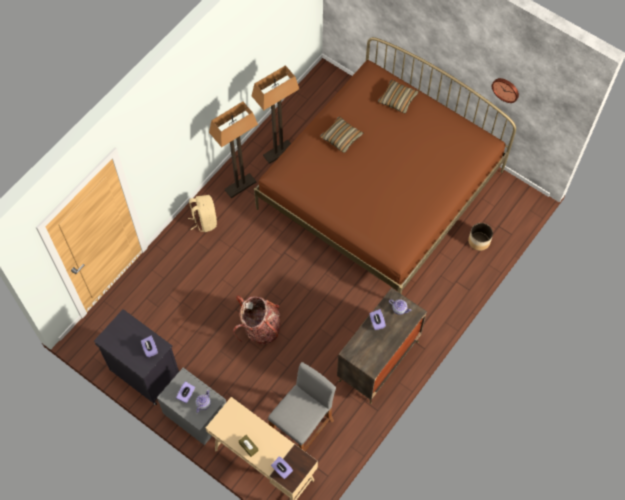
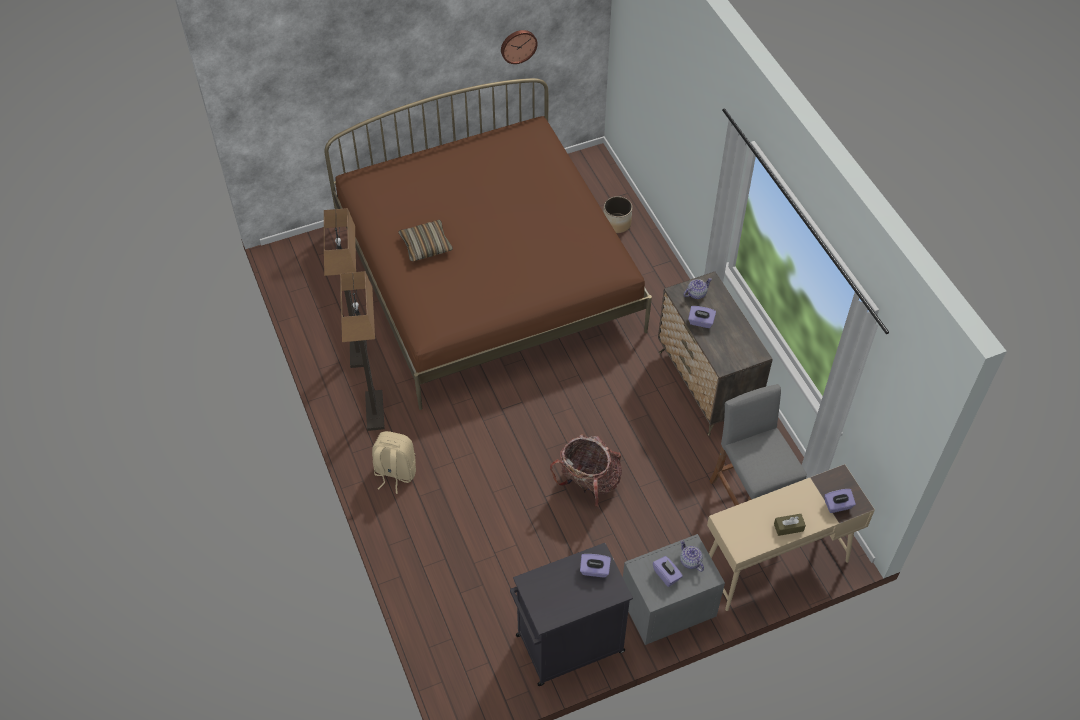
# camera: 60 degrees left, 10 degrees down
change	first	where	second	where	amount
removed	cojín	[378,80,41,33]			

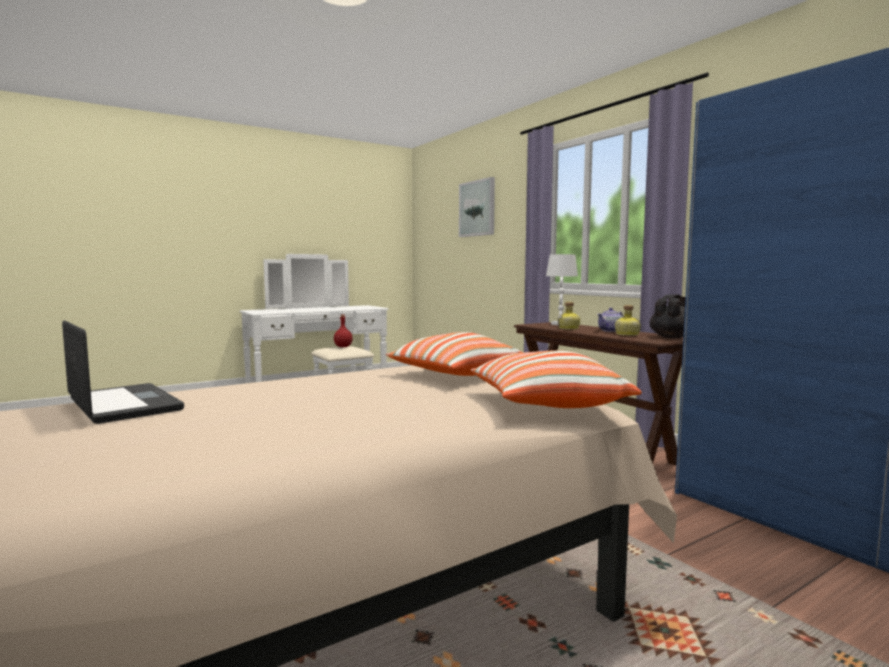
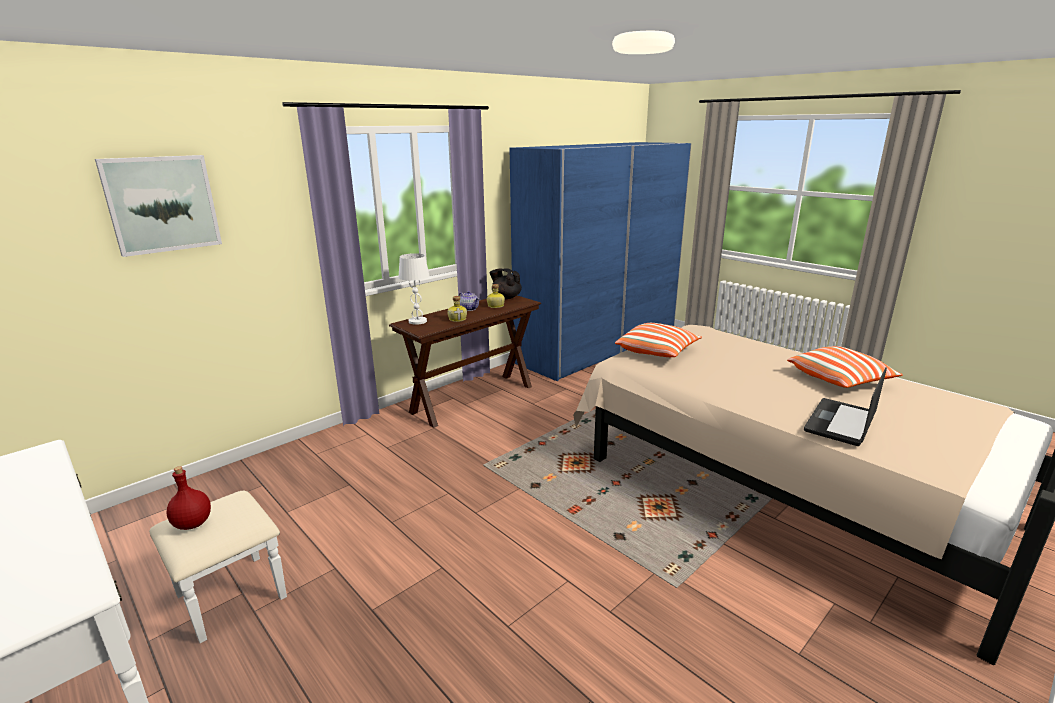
# camera: 100 degrees left, 15 degrees up
change	first	where	second	where	amount
moved	cojín	[471,350,171,58]		[787,346,116,42]	

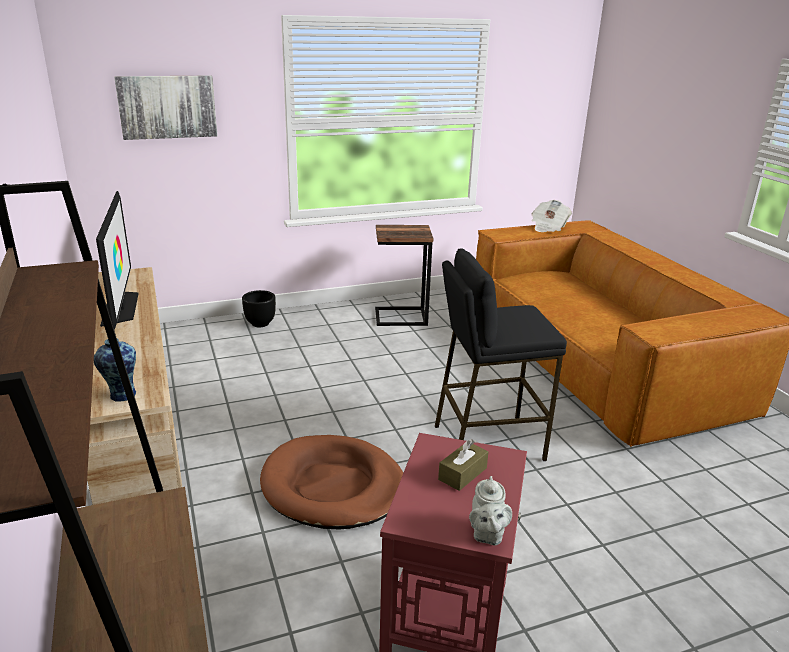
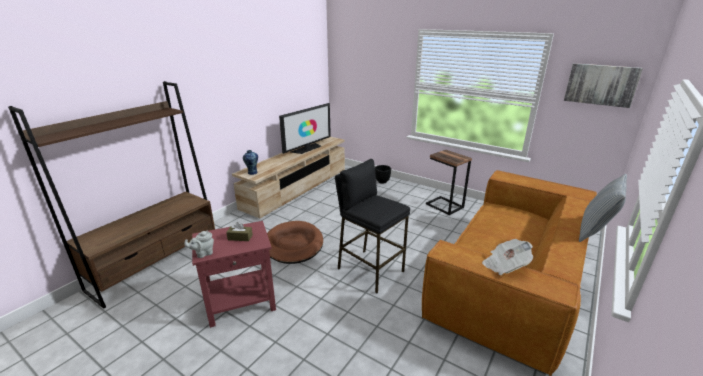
# camera: 55 degrees right, 0 degrees up
change	first	where	second	where	amount
moved	cuadro	[114,75,103,65]		[564,63,79,45]	
moved	periódico	[531,200,41,32]		[482,239,51,36]	
added			cojín	[579,174,48,68]	

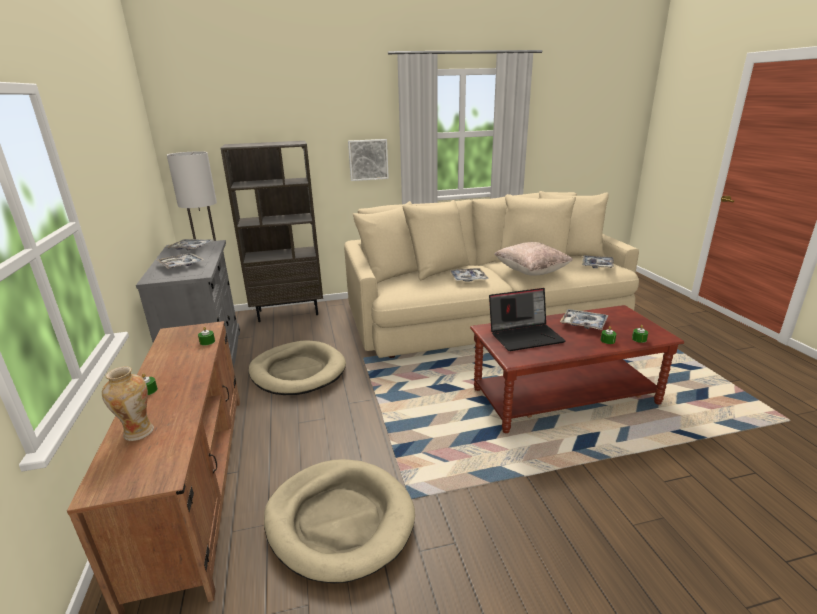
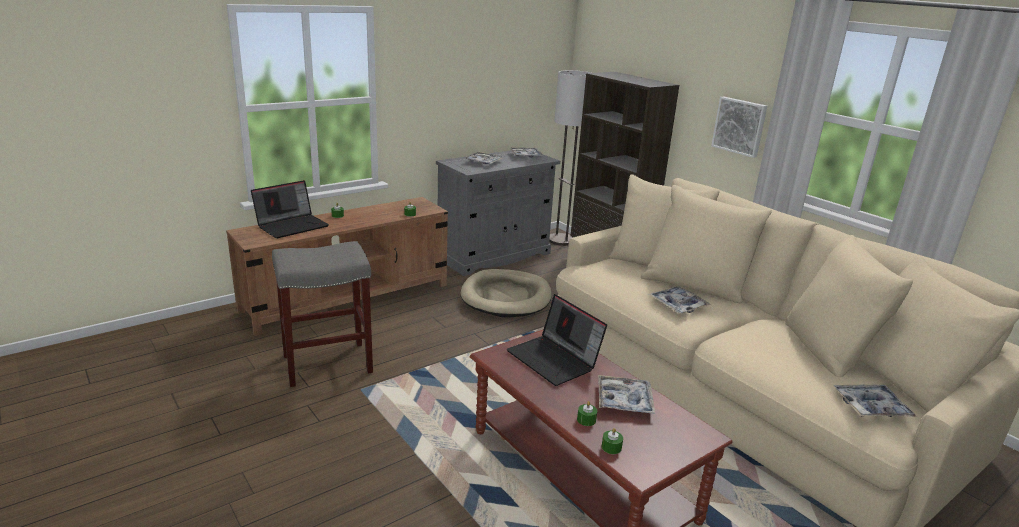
# camera: 65 degrees right, 0 degrees up
change	first	where	second	where	amount
removed	cojín/beis	[494,242,79,33]			
replaced	florero	[102,366,52,75]	portátil	[251,180,78,58]	
replaced	cama para perro/beis	[264,459,151,124]	taburete/gris	[272,241,101,146]	

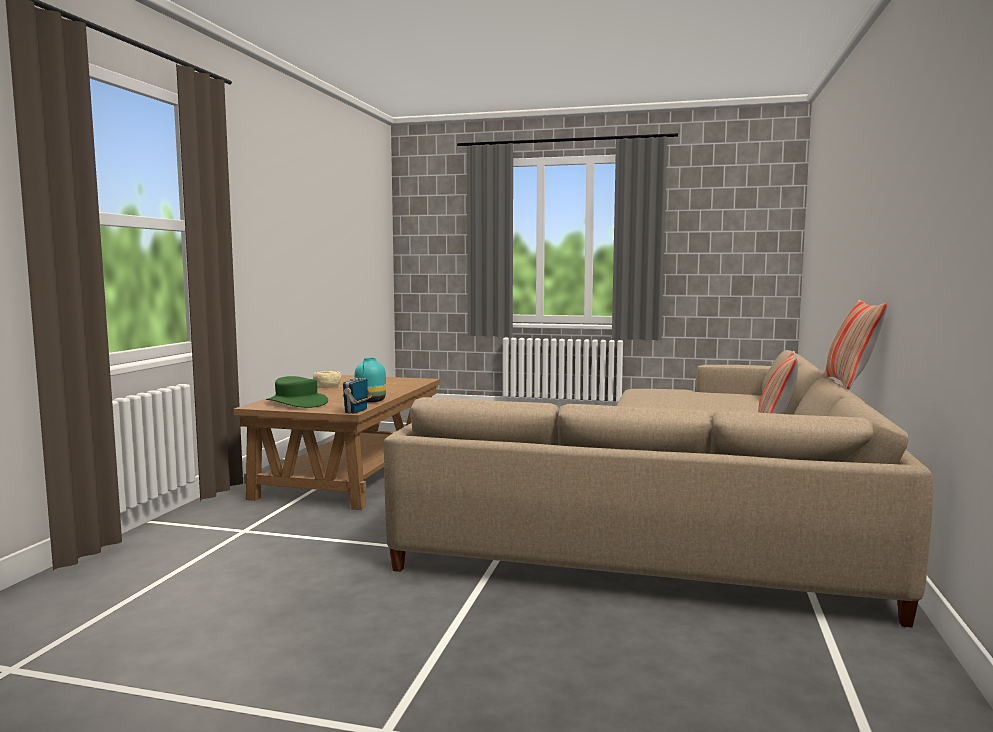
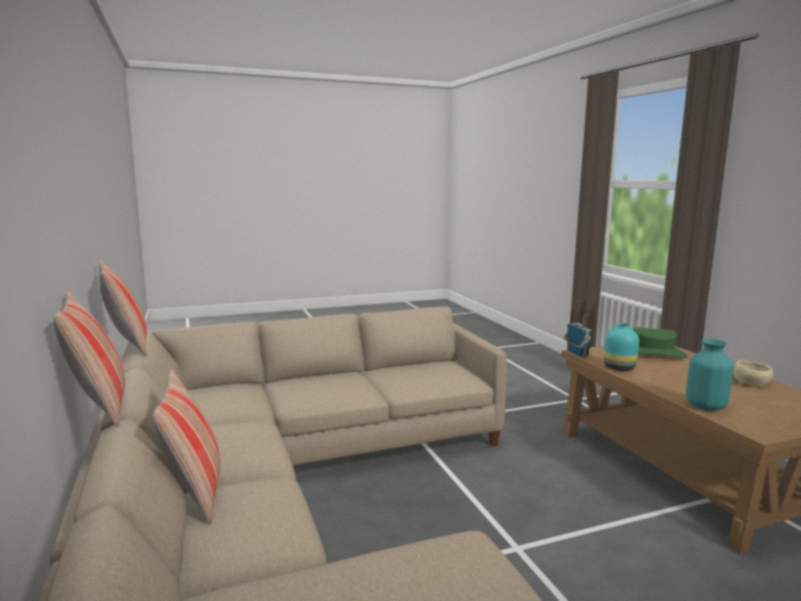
# camera: 145 degrees right, 5 degrees up
change	first	where	second	where	amount
added			cojín	[99,260,48,96]	
added			florero/turquesa	[686,339,48,72]	

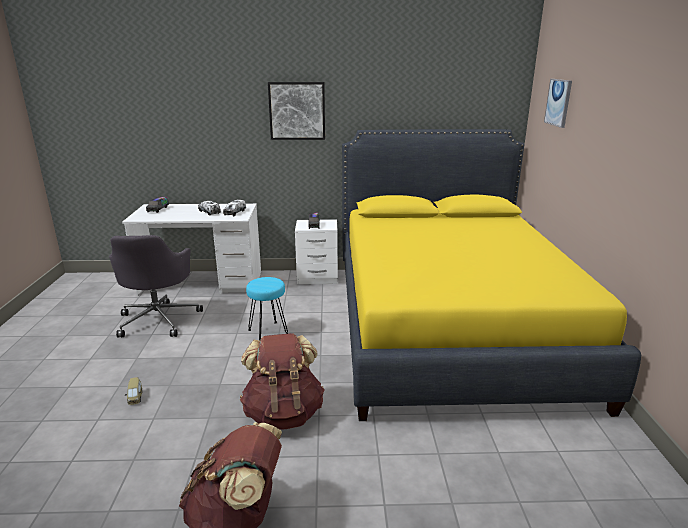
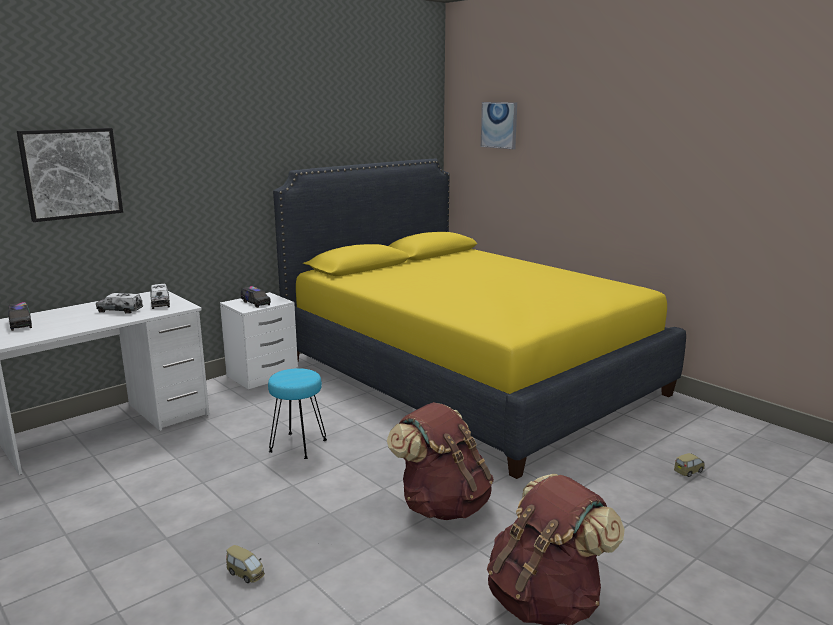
# camera: 40 degrees left, 5 degrees down
change	first	where	second	where	amount
moved	cuadro	[268,82,57,58]		[17,128,106,94]	
removed	silla de oficina/gris	[109,235,94,102]			
added			coche de juguete	[674,453,31,24]	

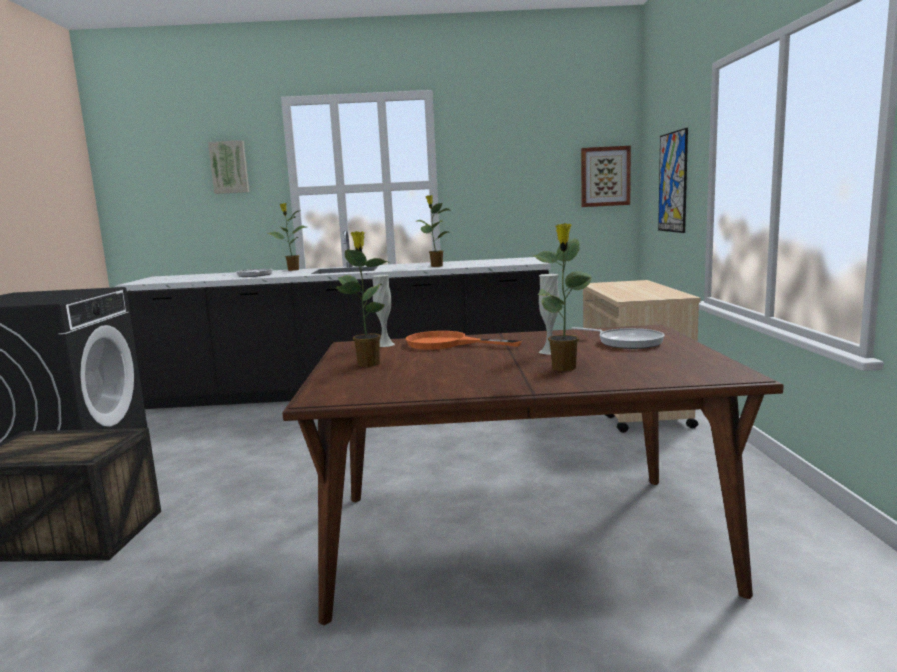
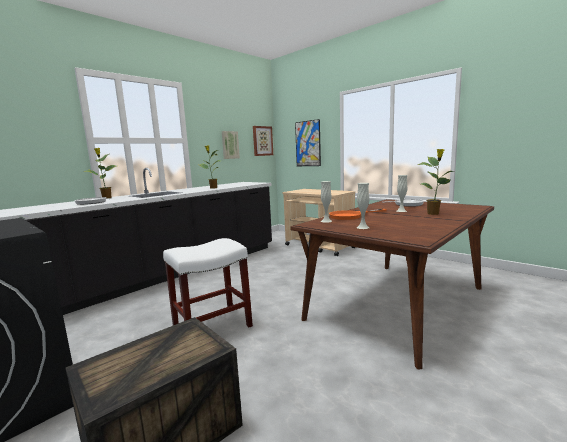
# camera: 45 degrees left, 0 degrees up
change	first	where	second	where	amount
moved	cuadro	[208,140,41,54]		[222,131,18,28]	
replaced	planta en maceta	[336,231,55,136]	florero/blanco	[357,183,12,46]	
added			taburete/blanco	[163,238,90,90]	

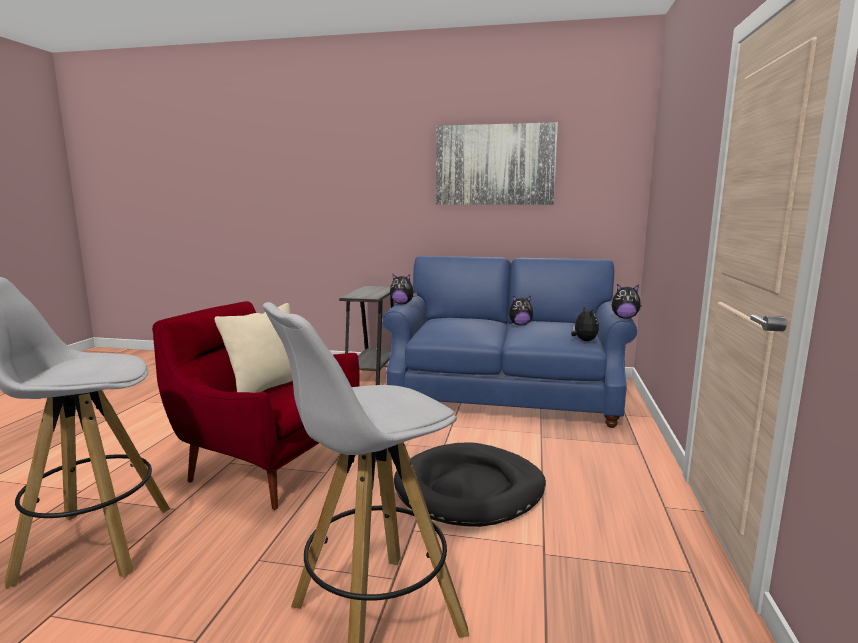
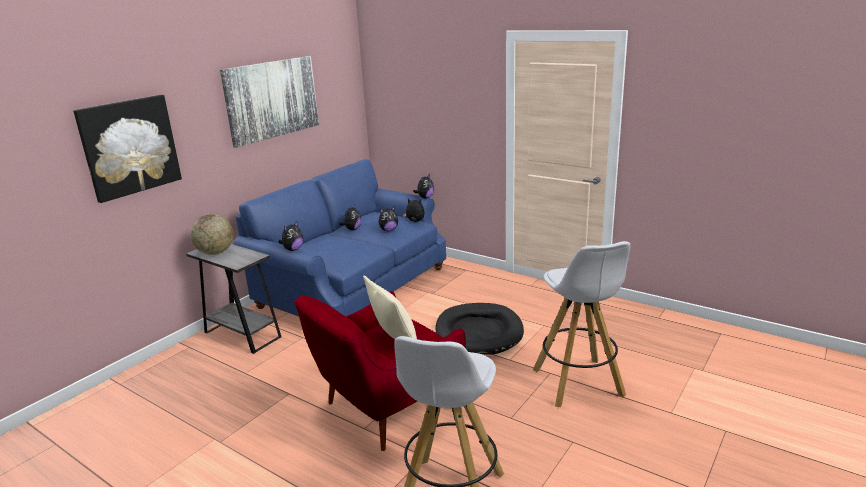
# camera: 65 degrees left, 10 degrees up
change	first	where	second	where	amount
added			cuadro	[73,95,109,108]	
added			peluche	[379,206,19,25]	
added			globo terráqueo	[190,214,43,41]	

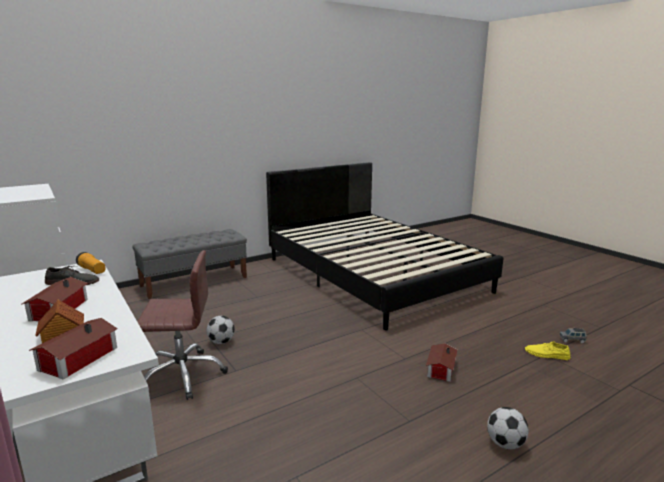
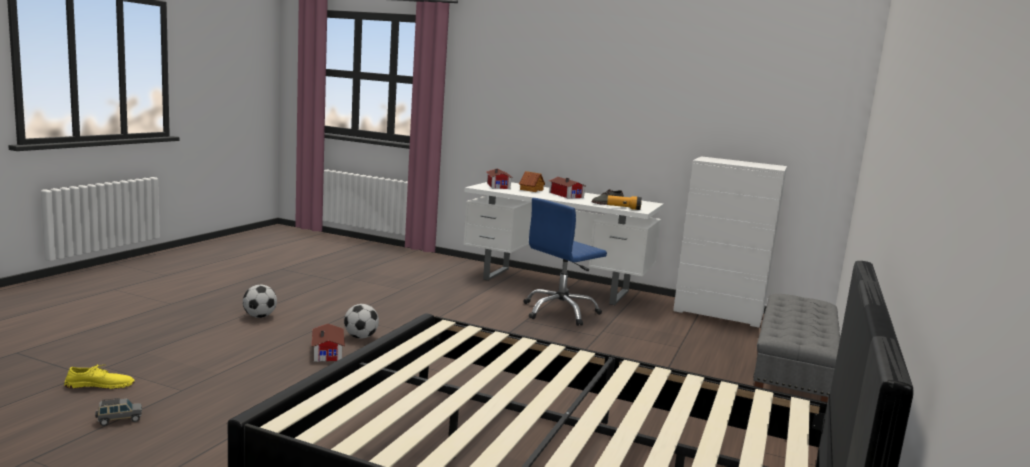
# camera: 145 degrees right, 5 degrees down
change	first	where	second	where	amount
recoloured	silla de oficina/marrón	[137,250,91,150]	silla de oficina/azul	[523,198,84,128]	
moved	balón de fútbol	[207,316,28,28]		[344,304,35,35]	
moved	zapato/amarillo	[525,341,46,19]		[64,364,71,25]	

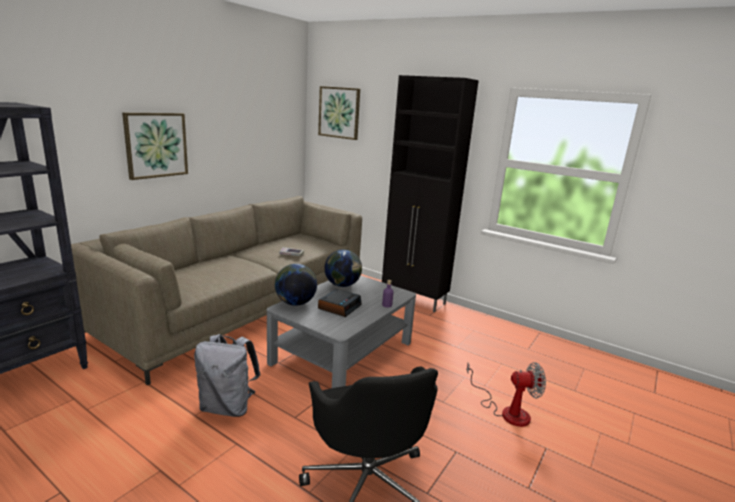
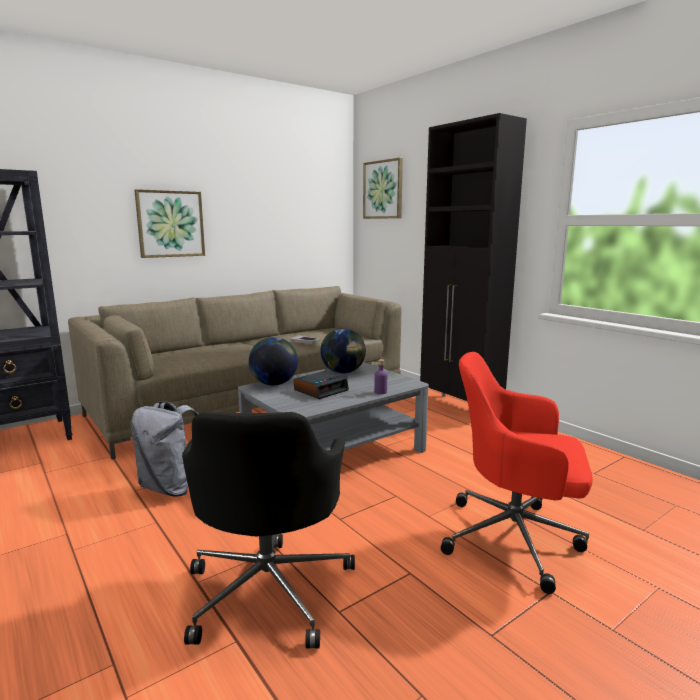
# camera: 20 degrees right, 5 degrees down
change	first	where	second	where	amount
replaced	ventilador	[467,362,79,65]	silla de oficina/rojo	[441,352,152,242]	

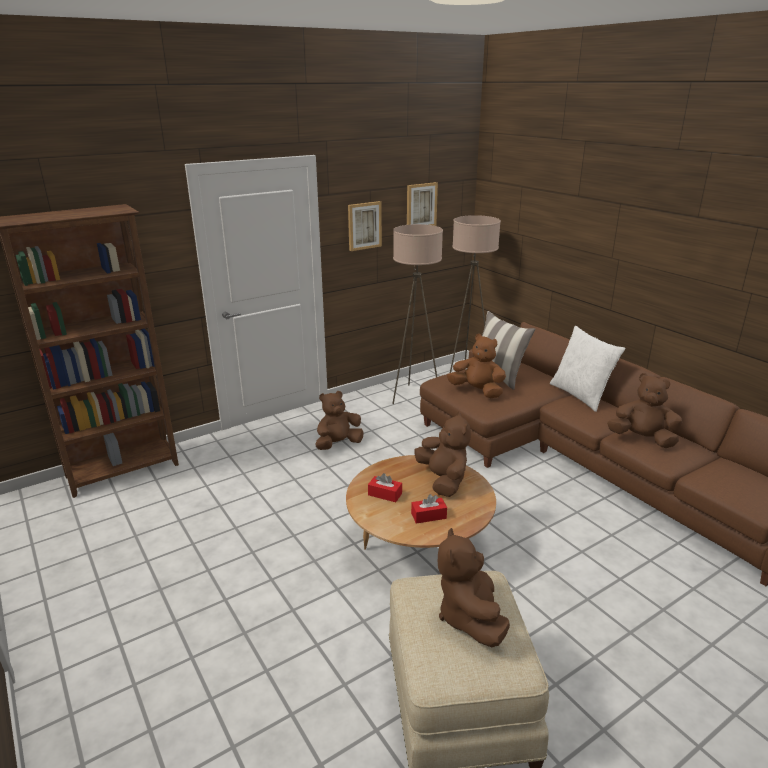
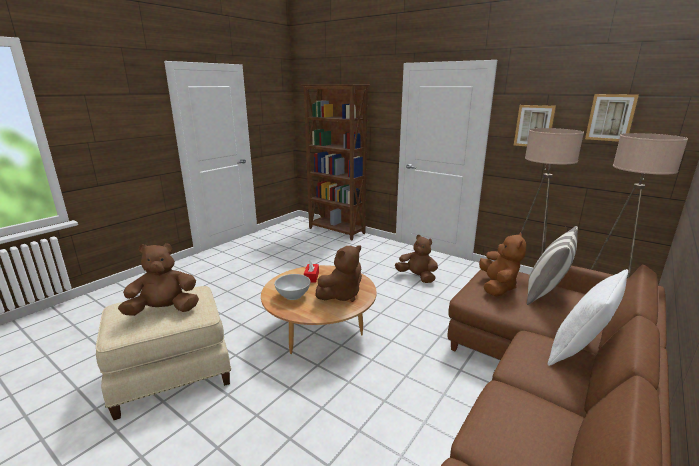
# camera: 70 degrees right, 5 degrees down
change	first	where	second	where	amount
removed	peluche/marrón	[607,373,75,75]			
replaced	caja de pañuelos/rojo	[411,494,36,30]	cuenco/blanco	[274,274,36,26]	

